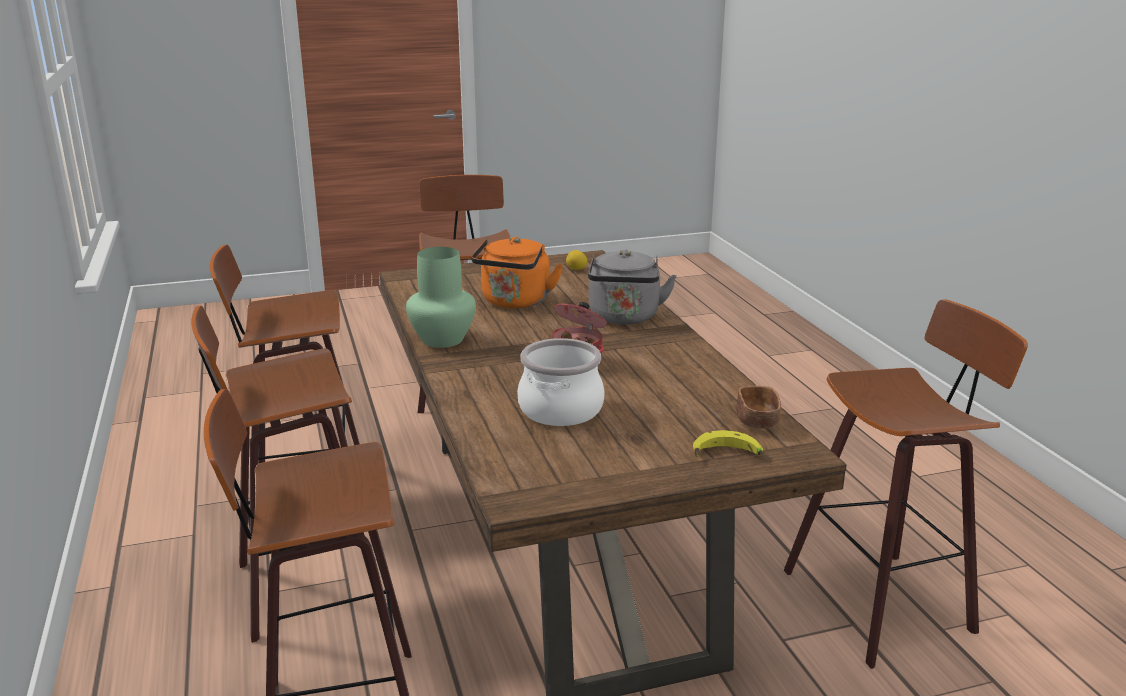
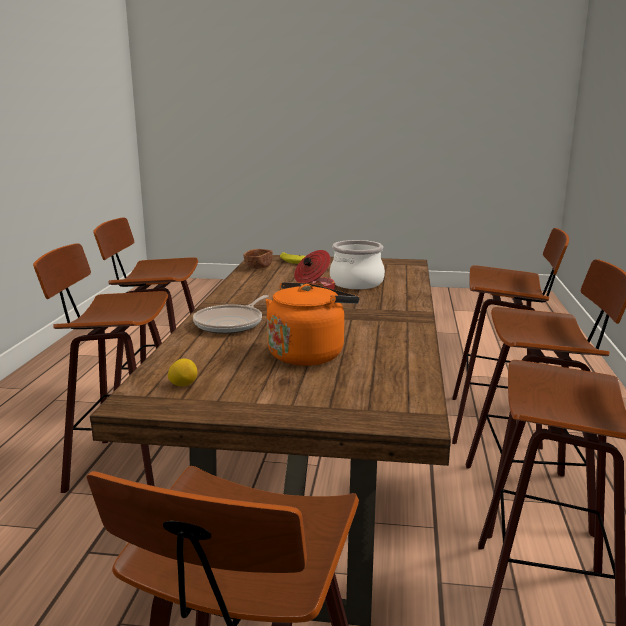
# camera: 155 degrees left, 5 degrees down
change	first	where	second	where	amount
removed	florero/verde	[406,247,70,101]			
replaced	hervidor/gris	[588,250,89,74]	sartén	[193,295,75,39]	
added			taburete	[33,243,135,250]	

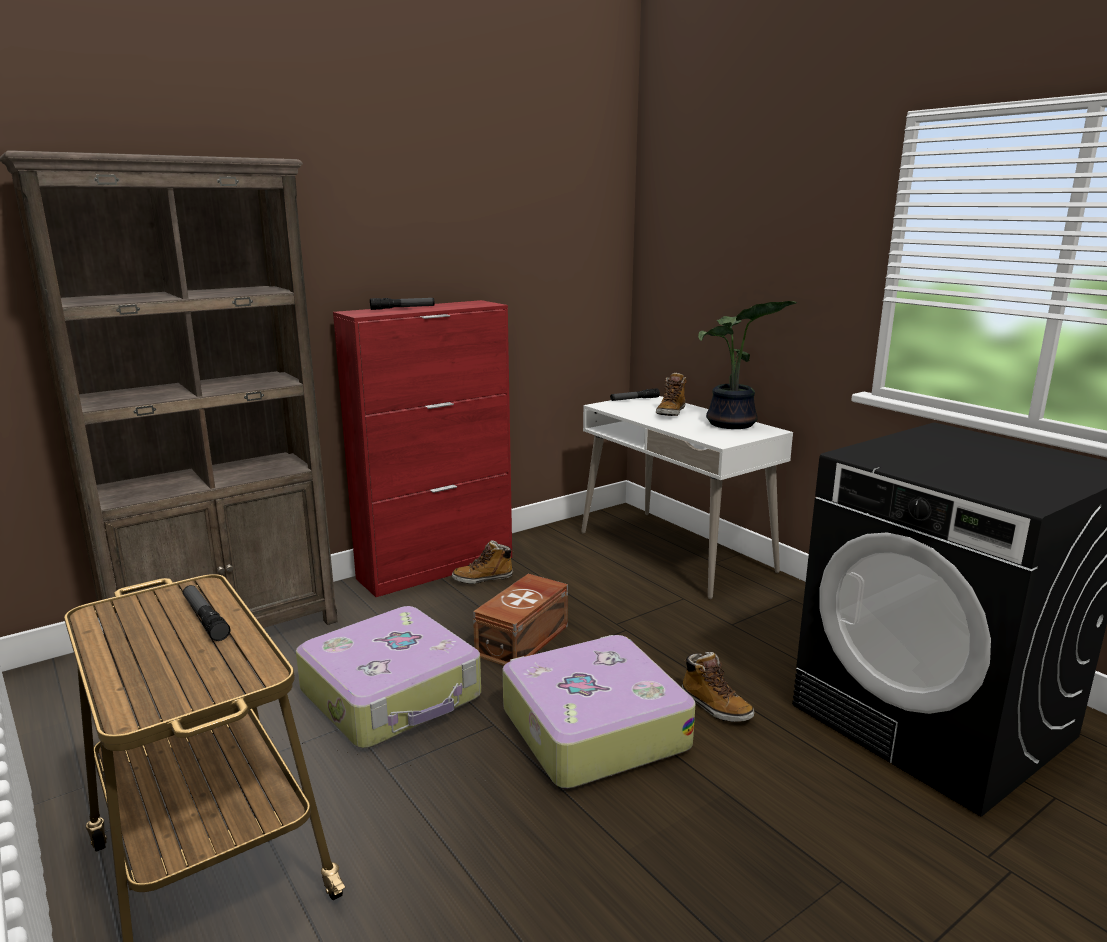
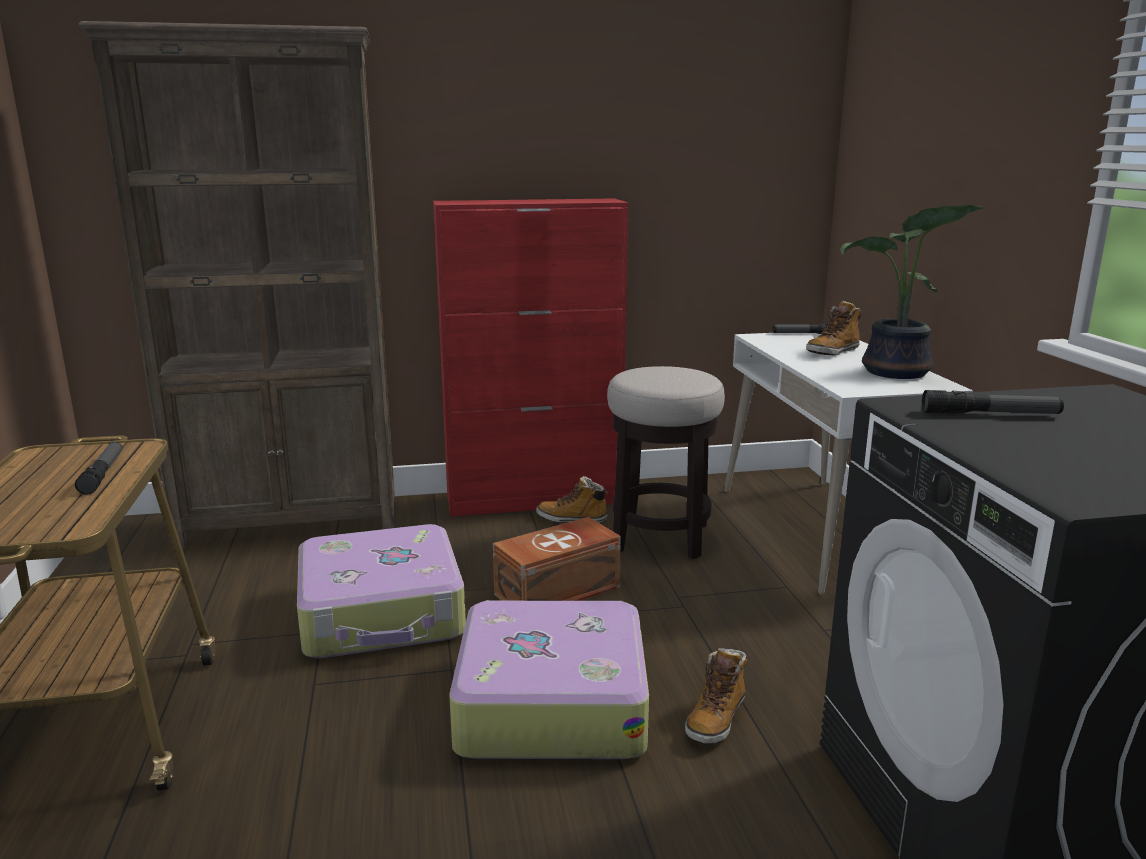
# camera: 25 degrees right, 0 degrees up
change	first	where	second	where	amount
moved	linterna	[370,298,65,12]		[922,390,142,24]	
turned	bota	[682,652,73,70]		[685,648,62,96]	45 degrees clockwise
added			taburete	[607,366,118,193]	

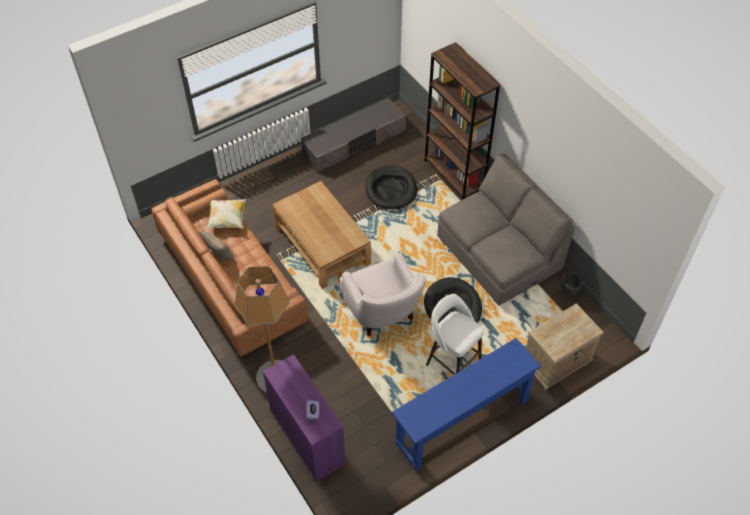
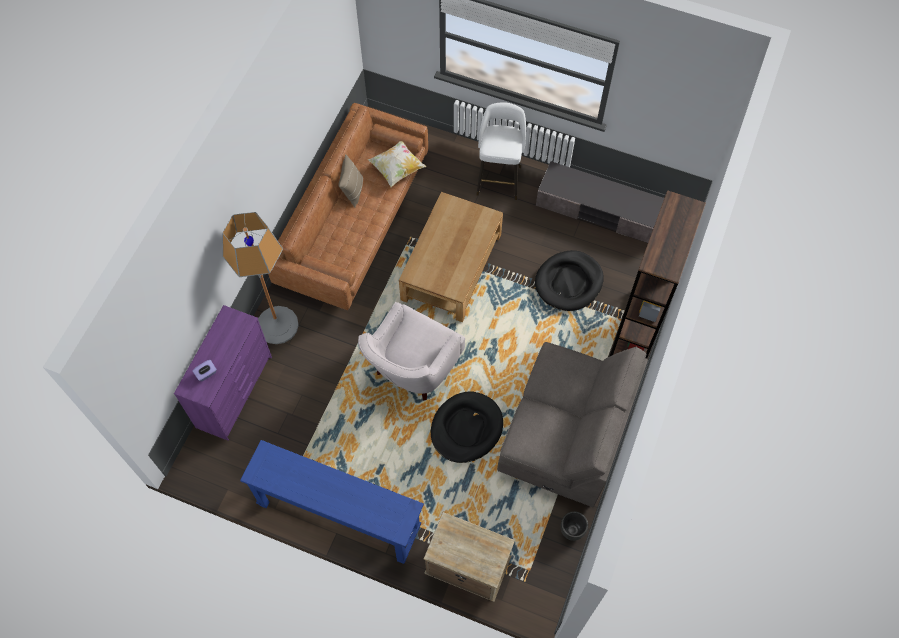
# camera: 55 degrees right, 10 degrees up
change	first	where	second	where	amount
moved	taburete/blanco	[426,294,58,81]		[476,102,50,98]	

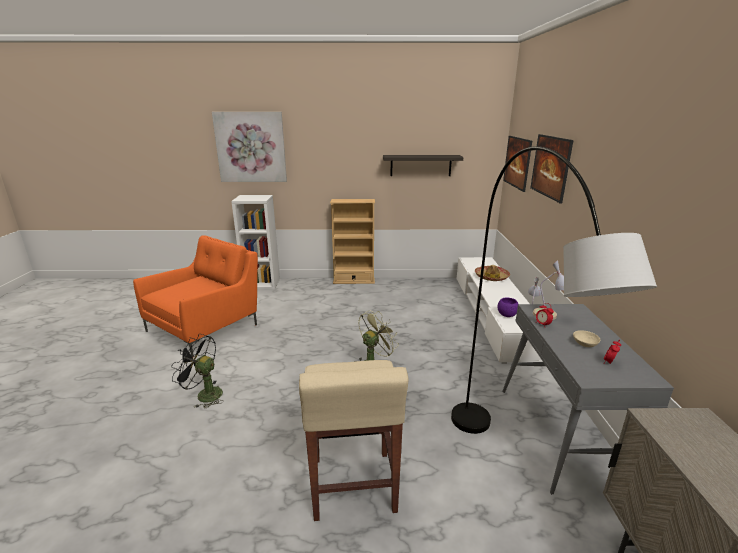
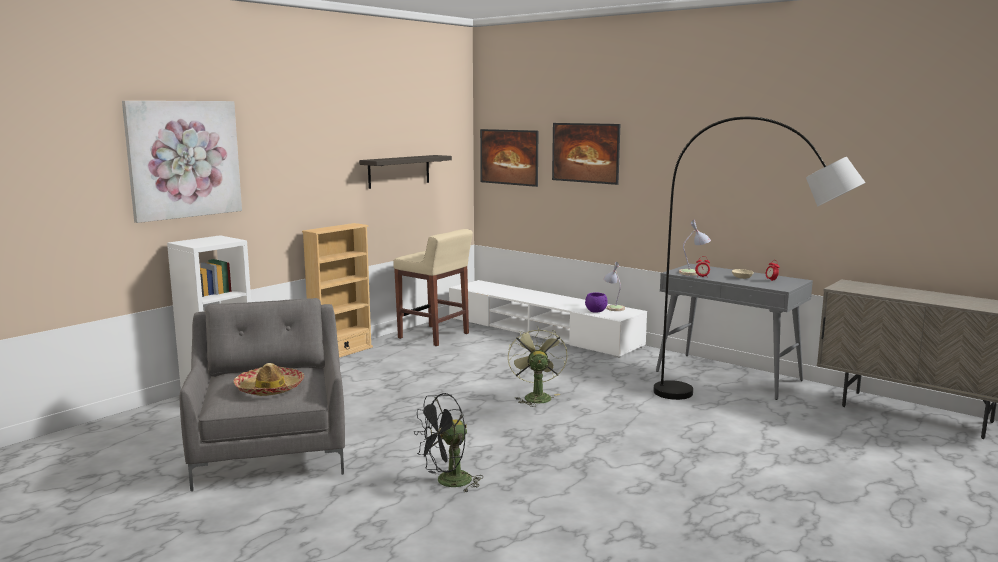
# camera: 50 degrees left, 10 degrees down
change	first	where	second	where	amount
recoloured	sillón/naranja	[133,235,125,123]	sillón/gris	[180,298,165,193]	
moved	sombrero	[475,265,35,16]		[233,363,71,33]	
moved	taburete/beis	[299,360,110,161]		[393,229,80,117]	

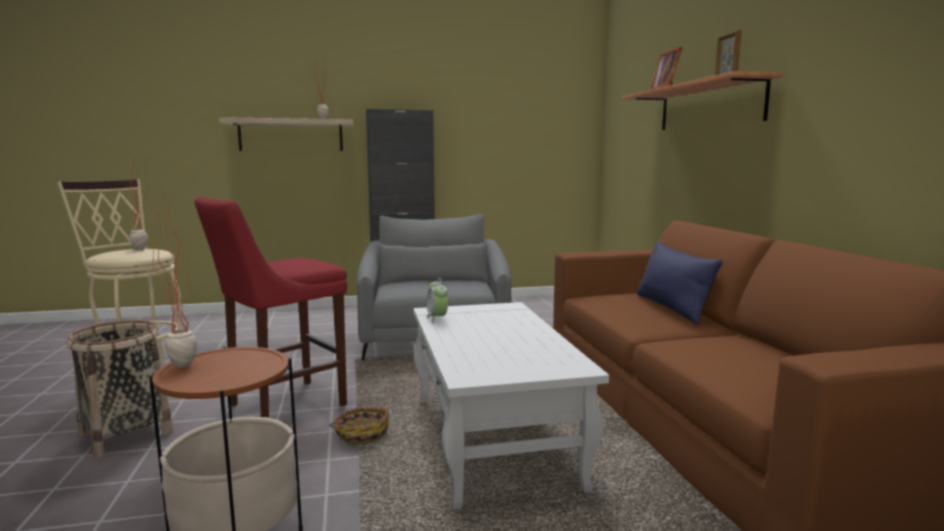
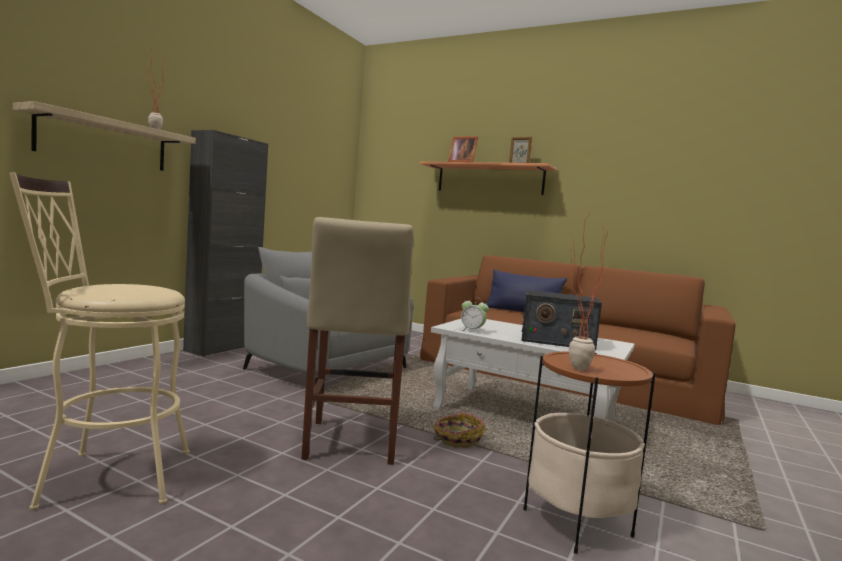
# camera: 50 degrees left, 5 degrees down
change	first	where	second	where	amount
removed	planta en maceta	[125,152,23,98]			
recoloured	taburete/rojo	[195,197,152,221]	taburete/beis	[301,217,113,248]	
removed	cesta	[67,320,106,137]			
added			radio	[522,290,80,61]	

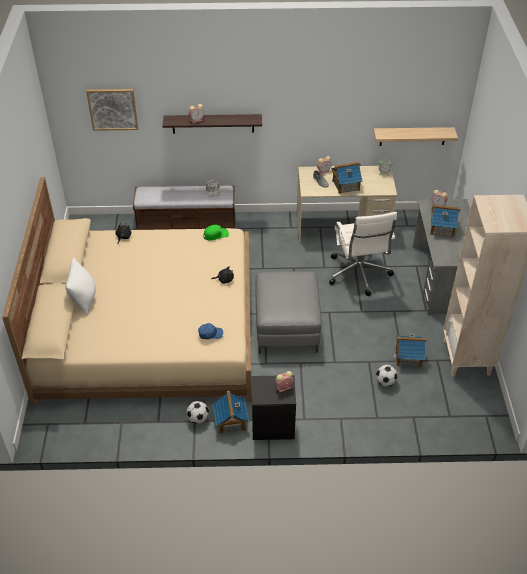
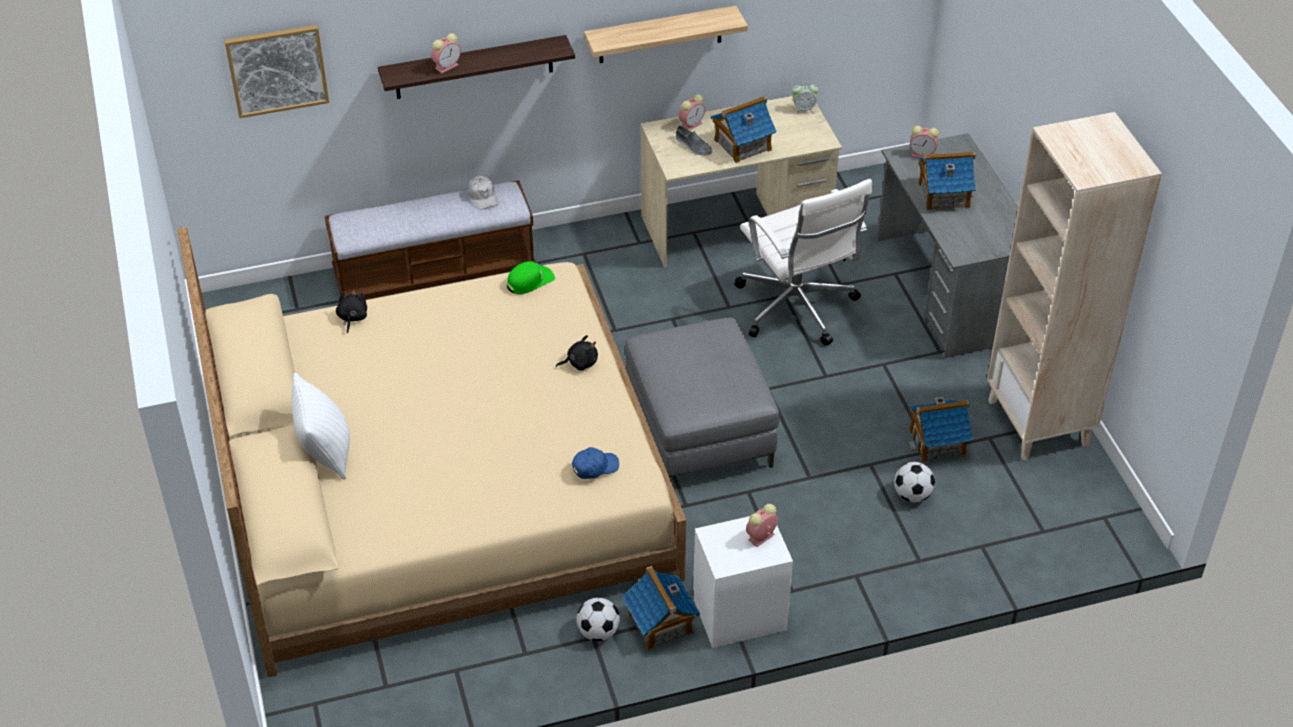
# camera: 15 degrees left, 0 degrees up
change	first	where	second	where	amount
moved	estante	[374,127,84,19]		[584,6,164,57]	
recoloured	mesita de noche/negro	[252,375,44,65]	mesita de noche/blanco	[693,516,100,132]	

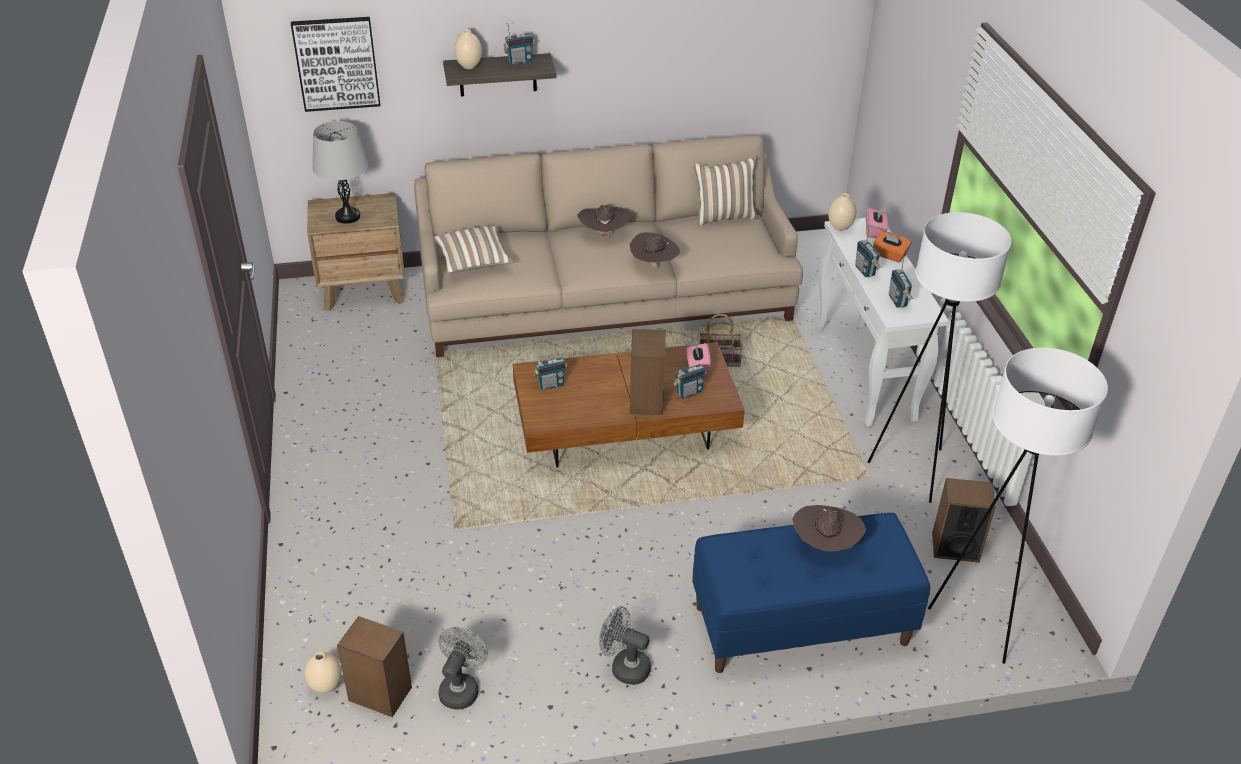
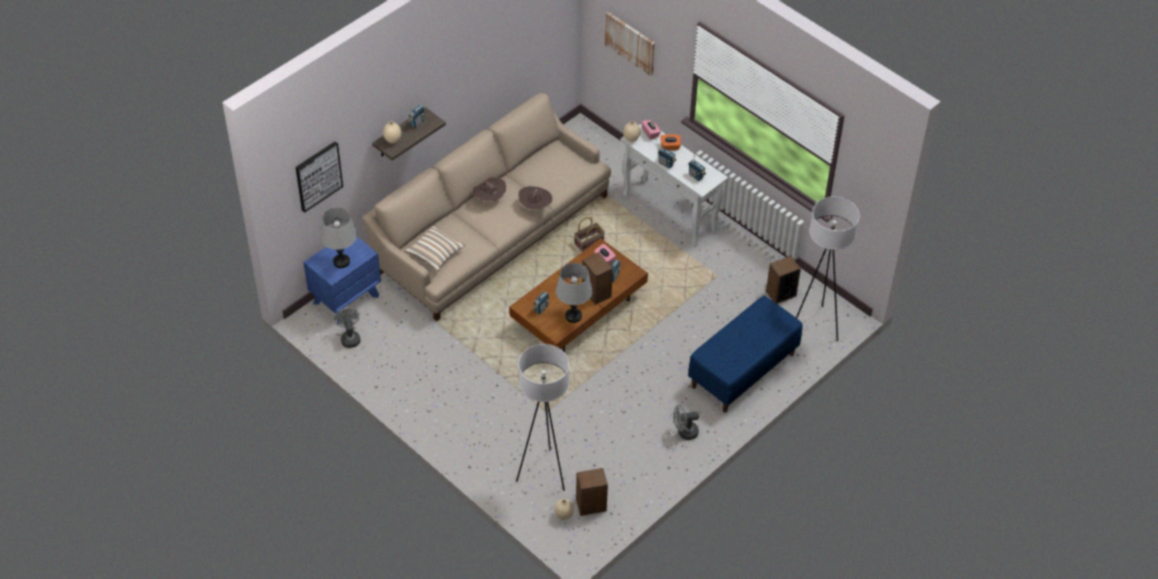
# camera: 35 degrees left, 10 degrees up
change	first	where	second	where	amount
removed	cojín	[694,157,64,69]			
recoloured	mesita de noche/marrón	[307,193,98,118]	mesita de noche/azul	[303,237,78,87]	
moved	lámpara de pie/blanco	[868,212,144,291]		[516,344,53,147]	
removed	sombrero/marrón	[792,505,74,47]			
moved	ventilador/gris	[438,627,50,83]		[334,308,26,40]	
added			cuadro	[605,12,50,64]	
added			lámpara de mesa/gris	[556,263,37,60]	

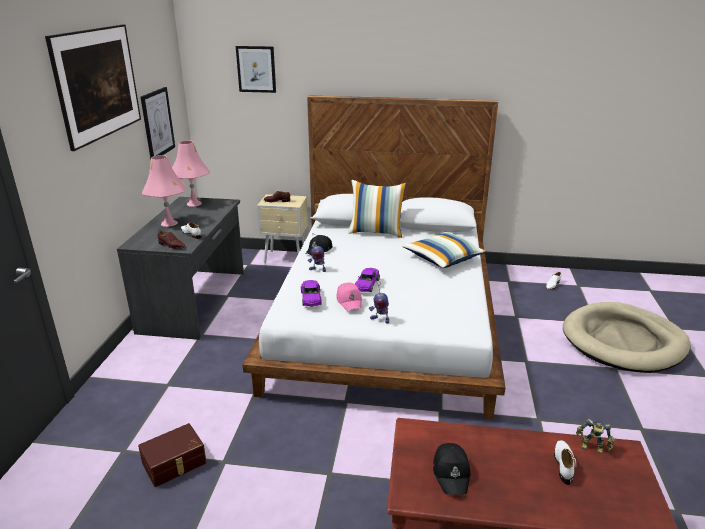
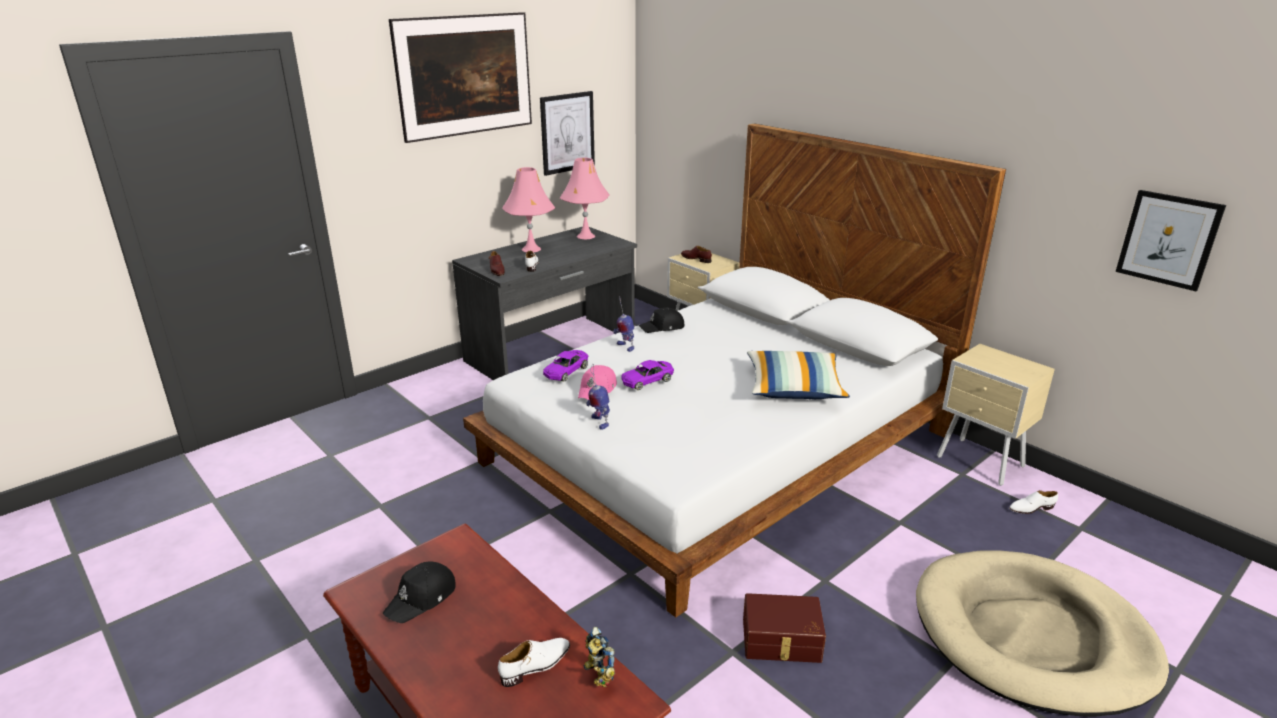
# camera: 40 degrees right, 0 degrees up
change	first	where	second	where	amount
moved	cuadro	[236,46,40,47]		[1115,190,111,101]	
removed	cojín	[348,180,59,58]			
moved	caja de almacenaje/marrón	[138,423,69,64]		[743,593,83,70]	
added			mesita de noche/beis	[937,344,118,142]	

